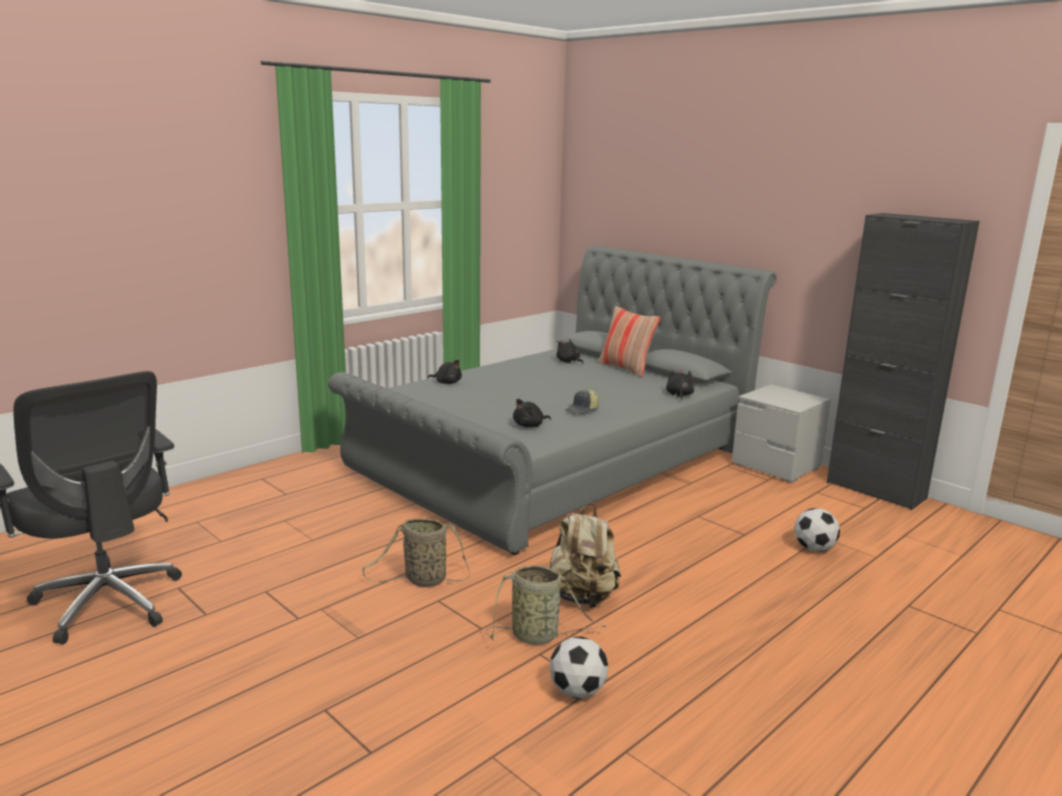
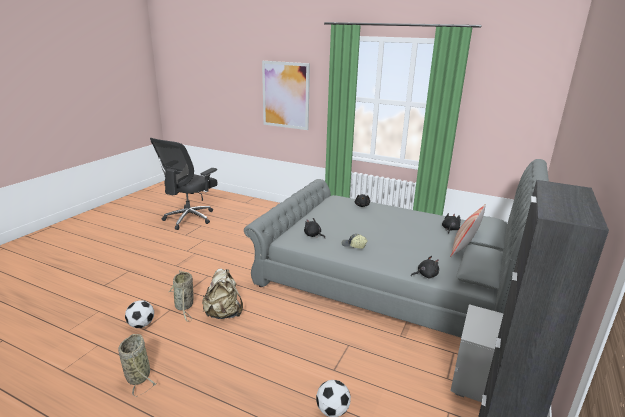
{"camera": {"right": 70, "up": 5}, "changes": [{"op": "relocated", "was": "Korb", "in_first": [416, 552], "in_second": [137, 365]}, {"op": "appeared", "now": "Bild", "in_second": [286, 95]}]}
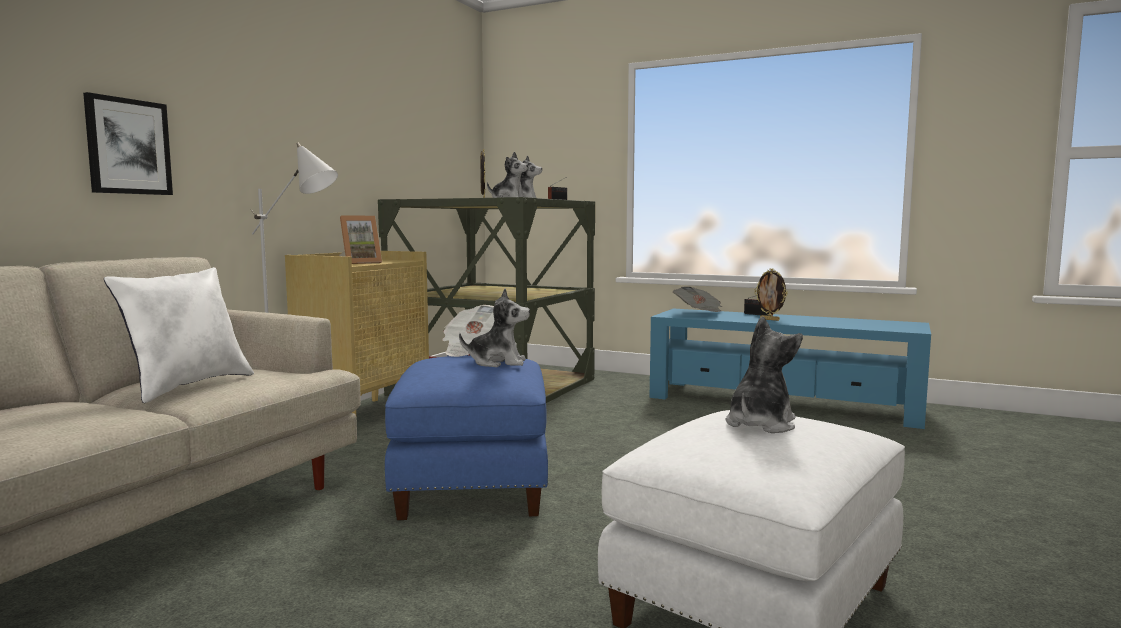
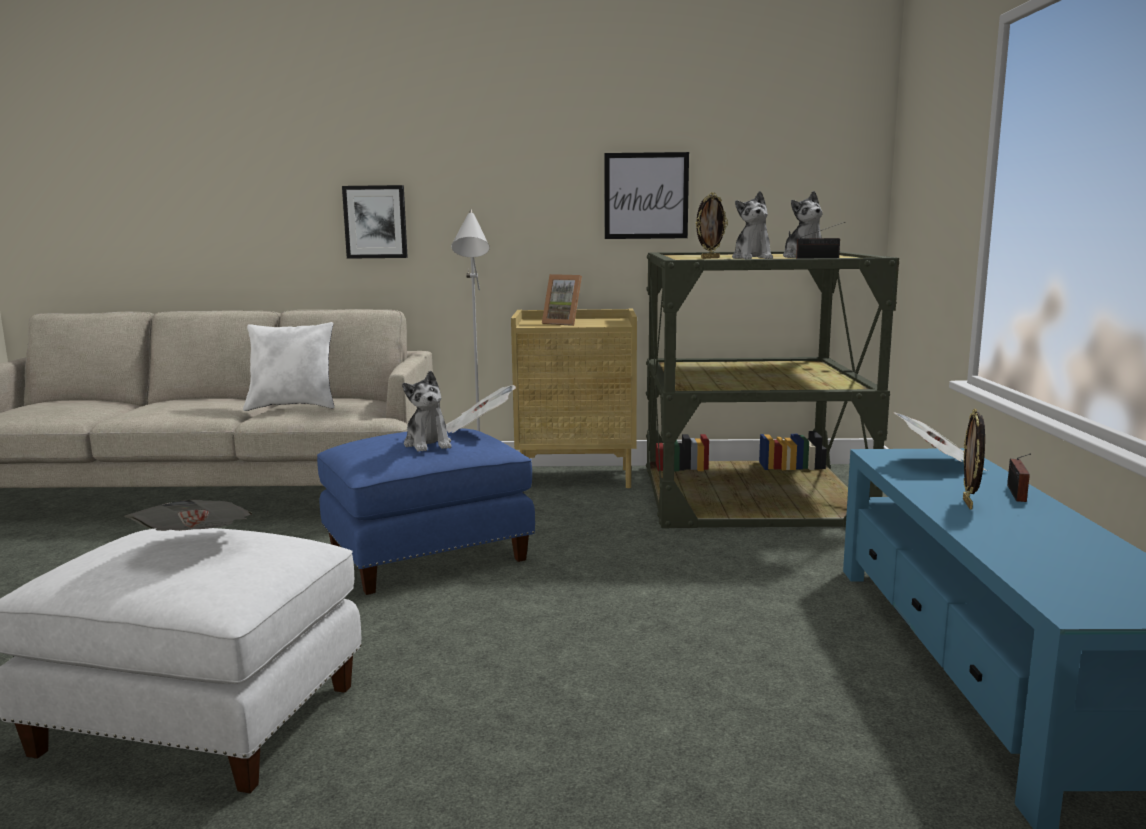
{"camera": {"right": 65, "up": 5}, "changes": [{"op": "exchanged", "was": "Plüschtier", "now": "Zeitung", "in_first": [764, 374], "in_second": [187, 515]}, {"op": "appeared", "now": "Bild", "in_second": [646, 195]}]}
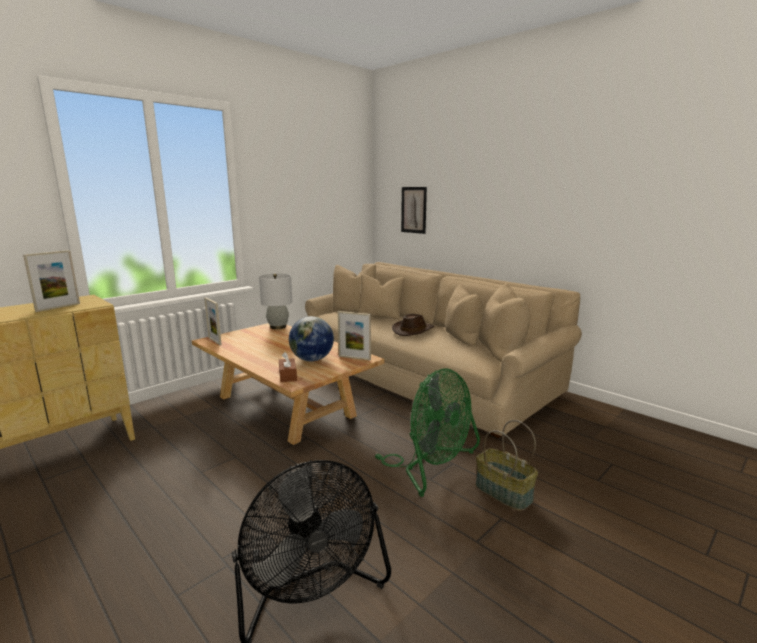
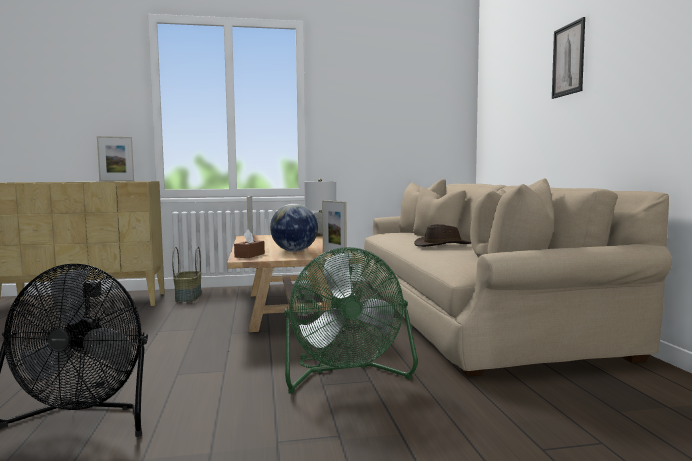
{"camera": {"right": 35, "up": -10}, "changes": [{"op": "relocated", "was": "Bild", "in_first": [414, 210], "in_second": [568, 58]}, {"op": "relocated", "was": "Korb", "in_first": [507, 465], "in_second": [186, 274]}]}
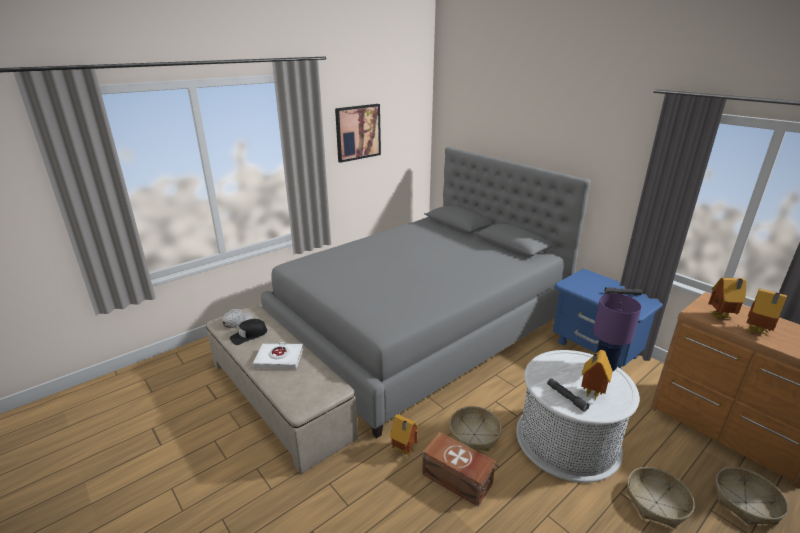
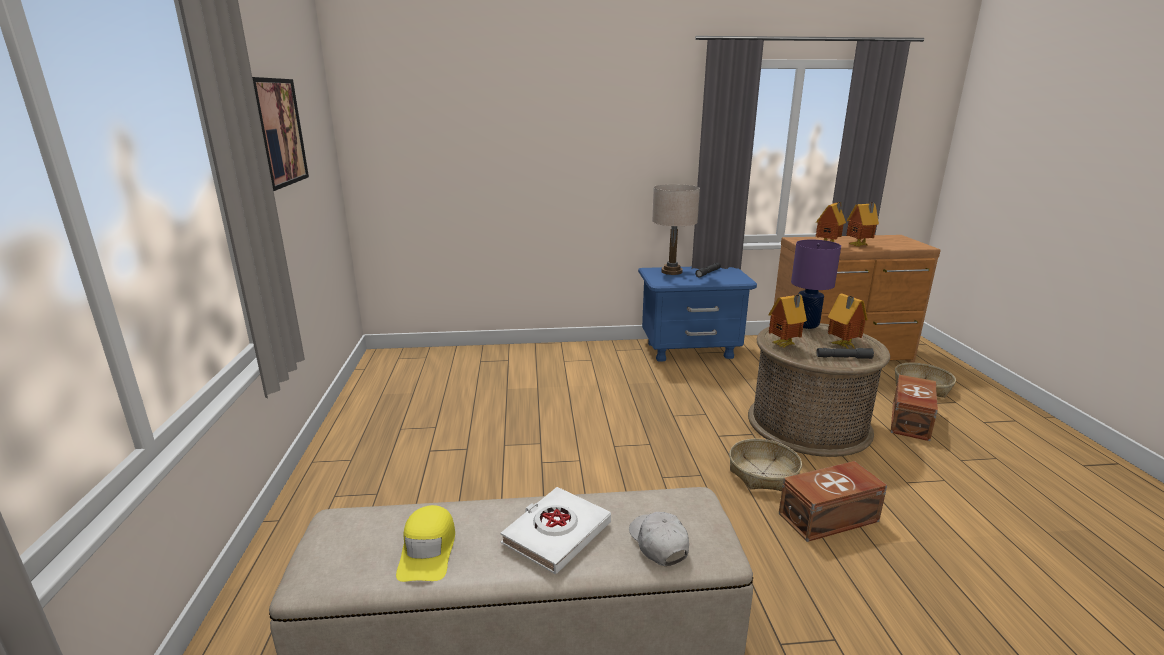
{"camera": {"right": -55, "up": -5}, "changes": [{"op": "relocated", "was": "Kappe [weiß]", "in_first": [237, 318], "in_second": [659, 539]}, {"op": "colour", "was": "Kappe [schwarz]", "now": "Kappe [gelb]", "in_first": [248, 332], "in_second": [425, 543]}, {"op": "missing", "was": "Bett [grau]", "in_first": [426, 292]}, {"op": "relocated", "was": "Spielzeughaus", "in_first": [404, 435], "in_second": [787, 321]}, {"op": "colour", "was": "Couchtisch [weiß]", "now": "Couchtisch [braun]", "in_first": [577, 416], "in_second": [819, 390]}, {"op": "exchanged", "was": "Korb", "now": "Aufbewahrungsbox [braun]", "in_first": [661, 497], "in_second": [914, 408]}, {"op": "appeared", "now": "Tischlampe [beige]", "in_second": [676, 229]}]}
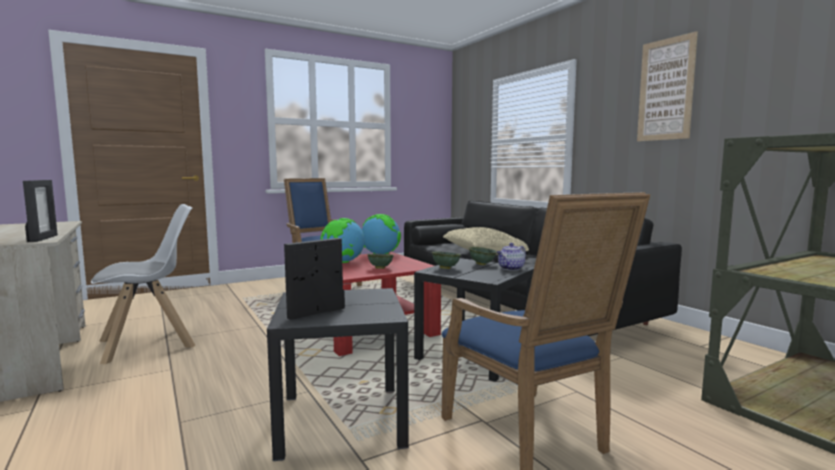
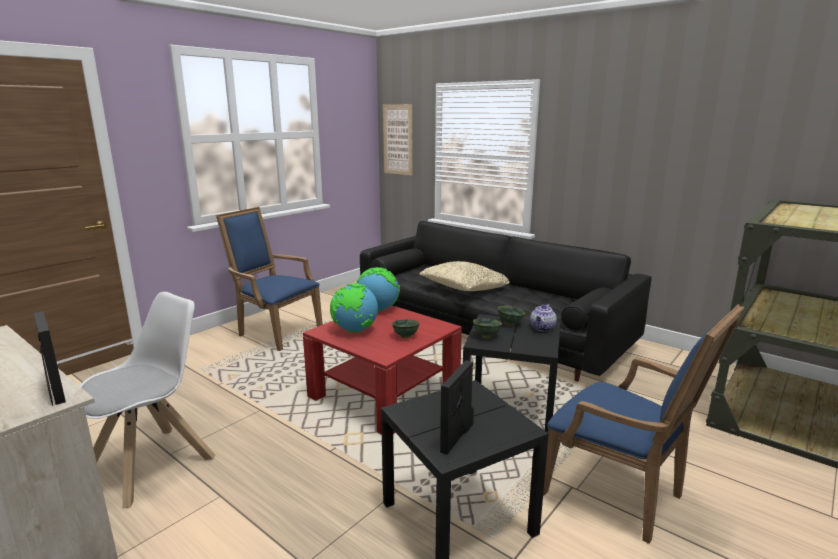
{"camera": {"right": -20, "up": 10}, "changes": [{"op": "relocated", "was": "Bild", "in_first": [667, 86], "in_second": [397, 139]}]}
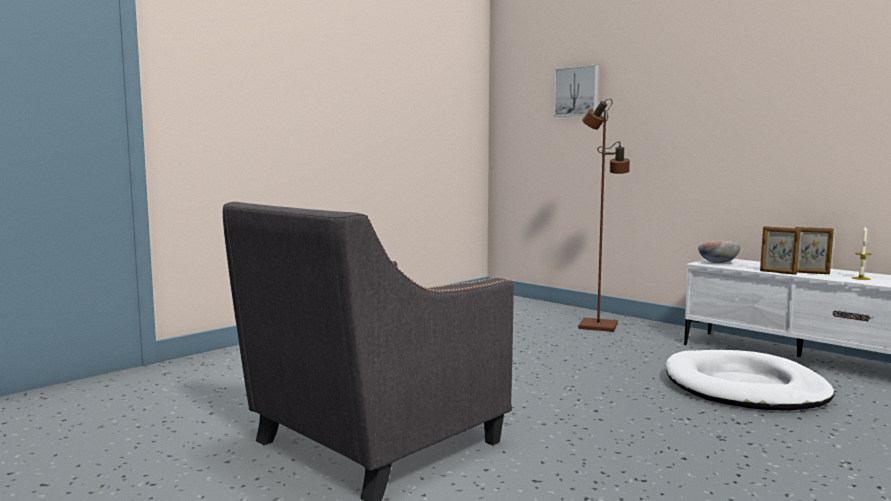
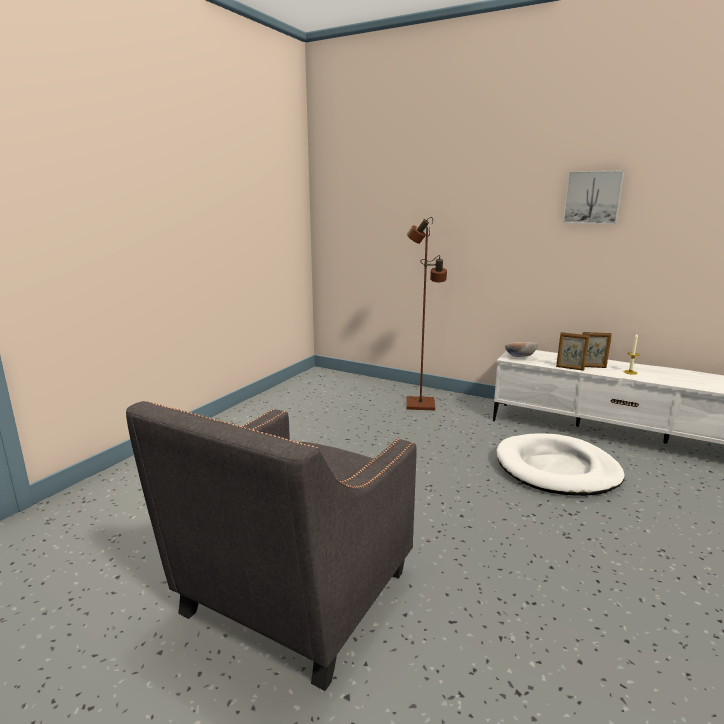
{"camera": {"right": -15, "up": 10}, "changes": [{"op": "relocated", "was": "Bild", "in_first": [576, 90], "in_second": [593, 197]}]}
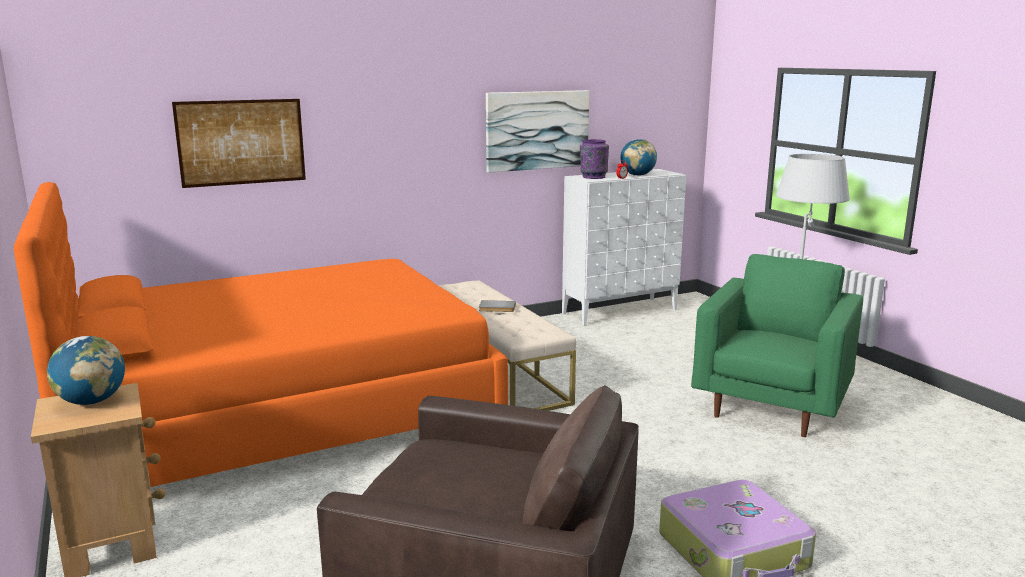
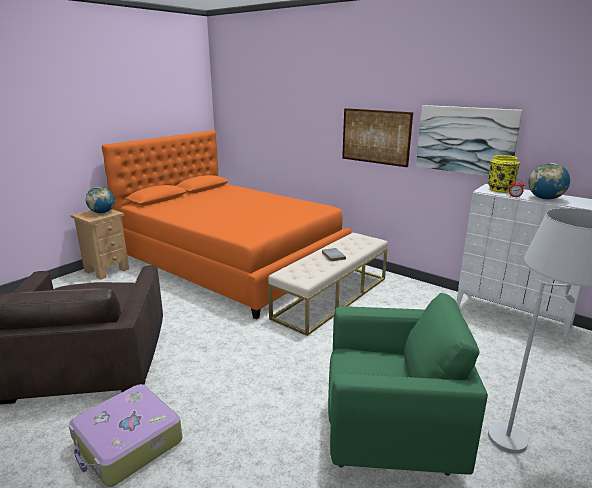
{"camera": {"right": 65, "up": 5}, "changes": [{"op": "relocated", "was": "Bild", "in_first": [239, 143], "in_second": [377, 137]}, {"op": "colour", "was": "Vase [lila]", "now": "Vase [gelb]", "in_first": [594, 159], "in_second": [504, 174]}]}
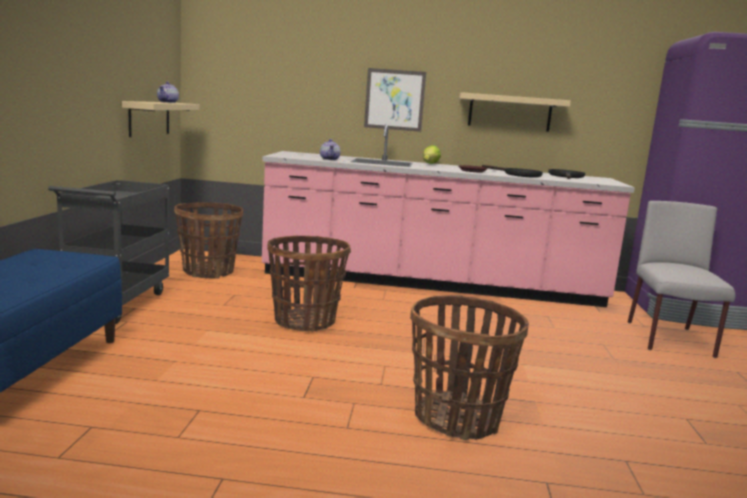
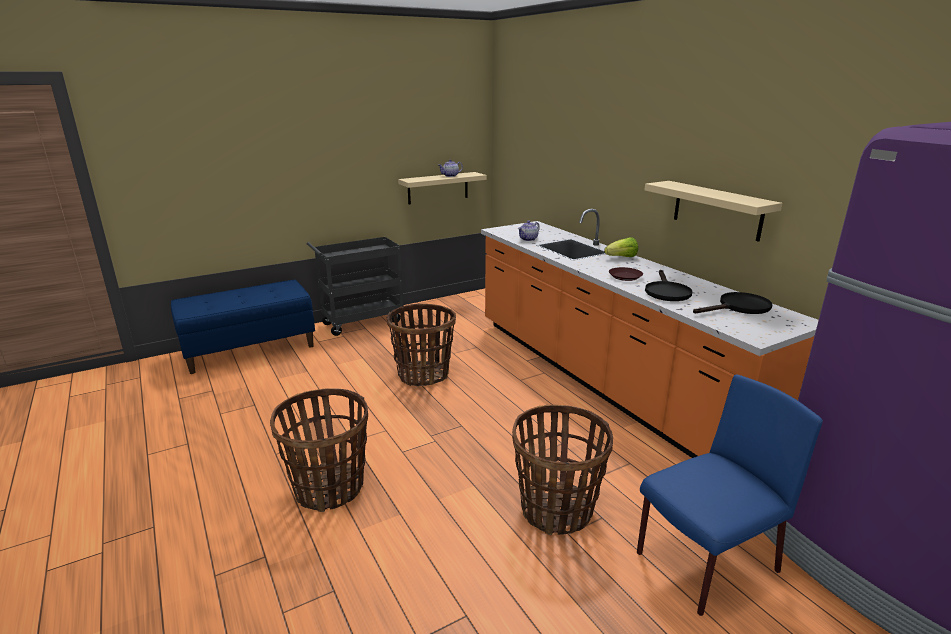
{"camera": {"right": 55, "up": 10}, "changes": [{"op": "relocated", "was": "Korb", "in_first": [208, 240], "in_second": [562, 470]}, {"op": "colour", "was": "Küchenzeile [rosa]", "now": "Küchenzeile [orange]", "in_first": [448, 215], "in_second": [650, 333]}, {"op": "missing", "was": "Bild", "in_first": [395, 100]}, {"op": "colour", "was": "Stuhl [grau]", "now": "Stuhl [blau]", "in_first": [681, 279], "in_second": [730, 495]}]}
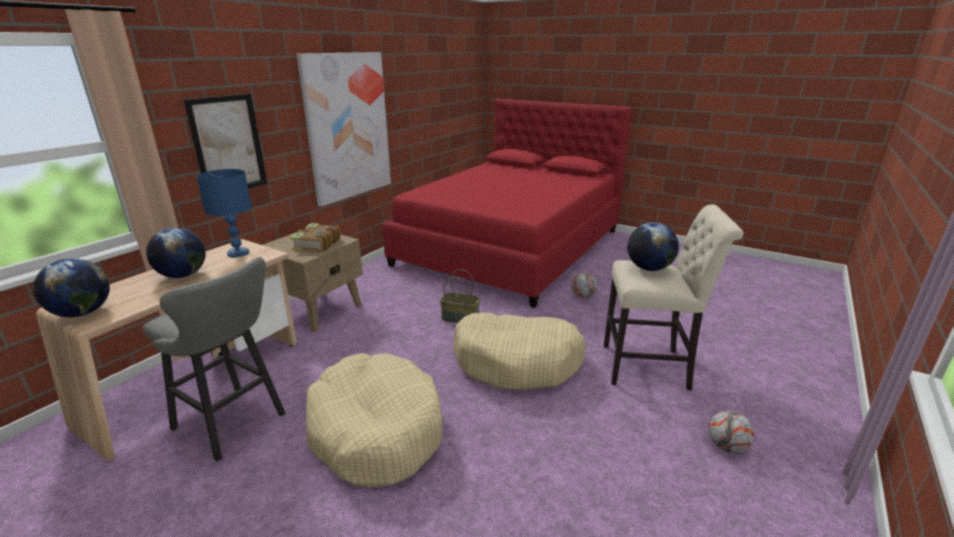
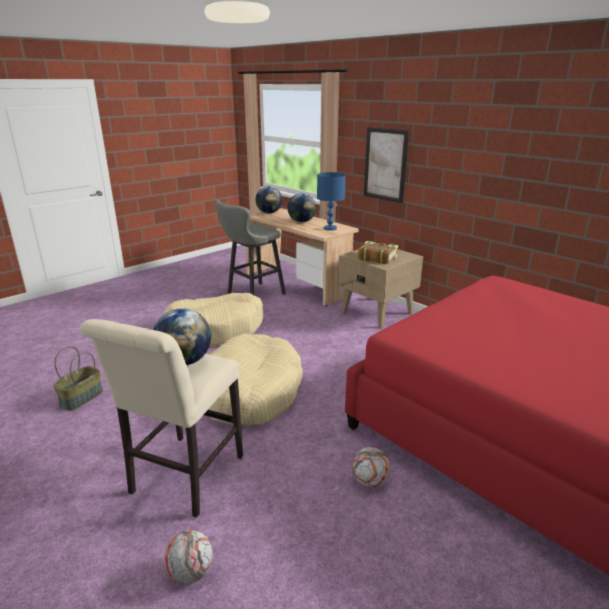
{"camera": {"right": 105, "up": 0}, "changes": [{"op": "missing", "was": "Bild", "in_first": [343, 129]}, {"op": "relocated", "was": "Korb", "in_first": [460, 296], "in_second": [78, 378]}, {"op": "relocated", "was": "Fußball", "in_first": [731, 431], "in_second": [188, 557]}]}
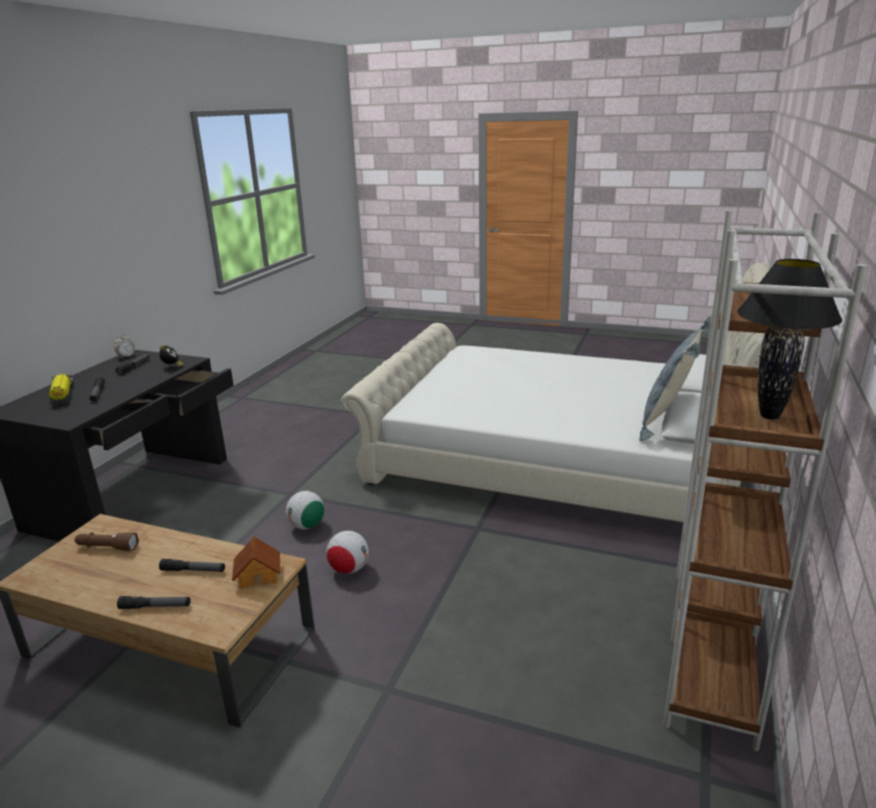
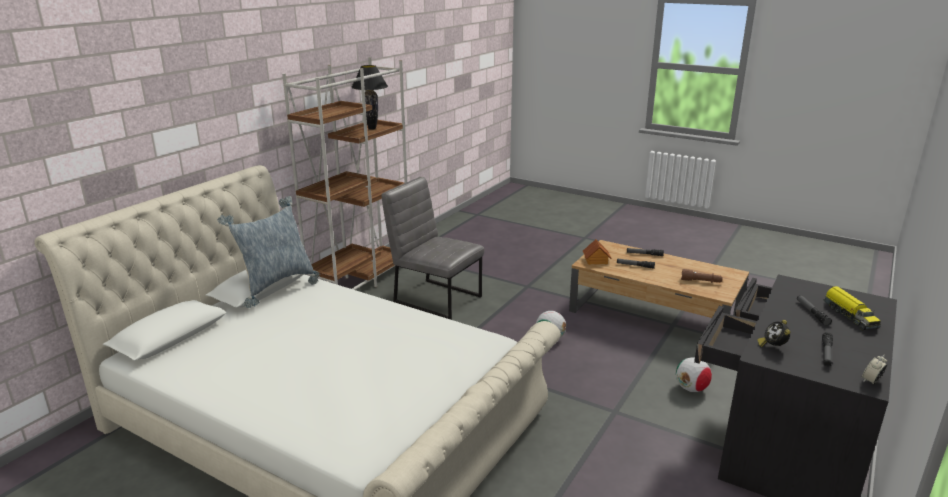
{"camera": {"right": -170, "up": 0}, "changes": [{"op": "relocated", "was": "Fußball", "in_first": [305, 510], "in_second": [694, 374]}, {"op": "appeared", "now": "Stuhl [grau]", "in_second": [432, 248]}]}
